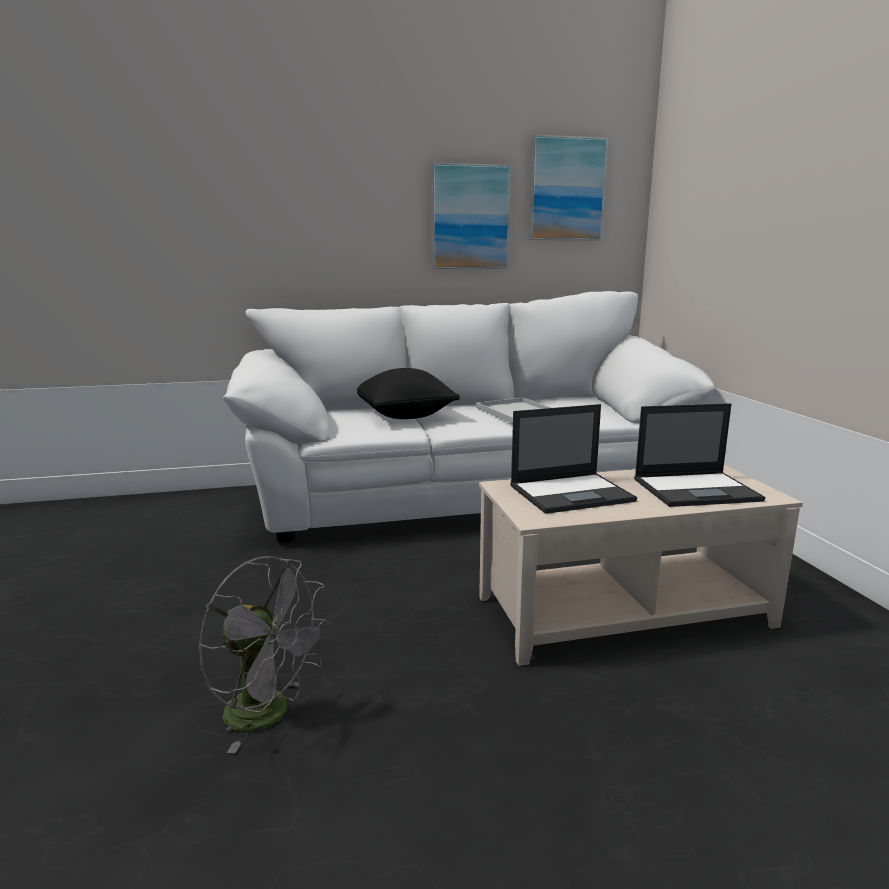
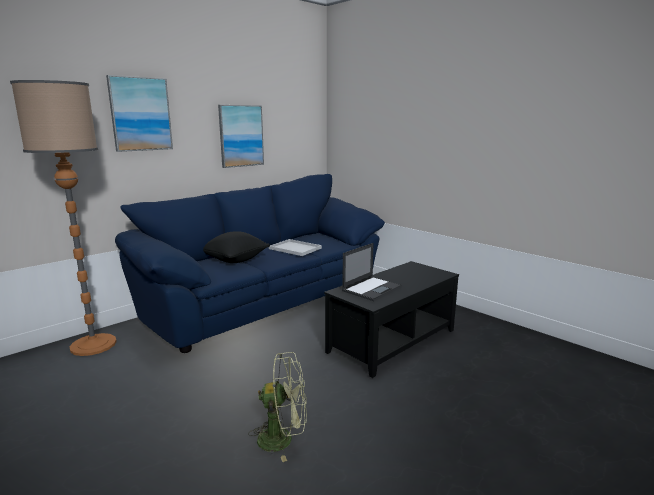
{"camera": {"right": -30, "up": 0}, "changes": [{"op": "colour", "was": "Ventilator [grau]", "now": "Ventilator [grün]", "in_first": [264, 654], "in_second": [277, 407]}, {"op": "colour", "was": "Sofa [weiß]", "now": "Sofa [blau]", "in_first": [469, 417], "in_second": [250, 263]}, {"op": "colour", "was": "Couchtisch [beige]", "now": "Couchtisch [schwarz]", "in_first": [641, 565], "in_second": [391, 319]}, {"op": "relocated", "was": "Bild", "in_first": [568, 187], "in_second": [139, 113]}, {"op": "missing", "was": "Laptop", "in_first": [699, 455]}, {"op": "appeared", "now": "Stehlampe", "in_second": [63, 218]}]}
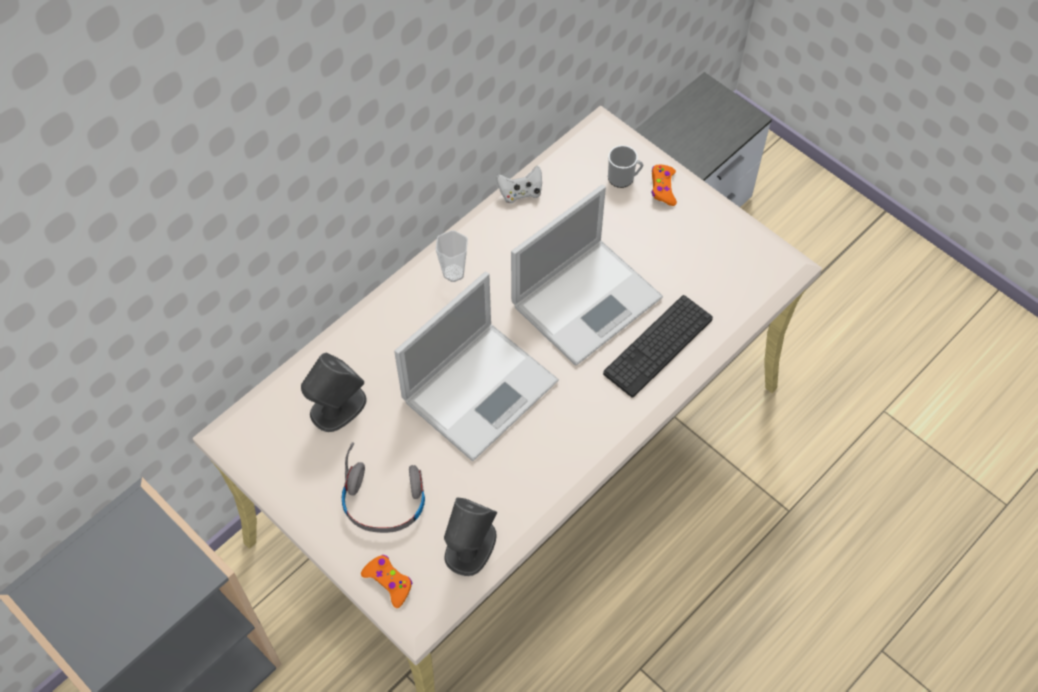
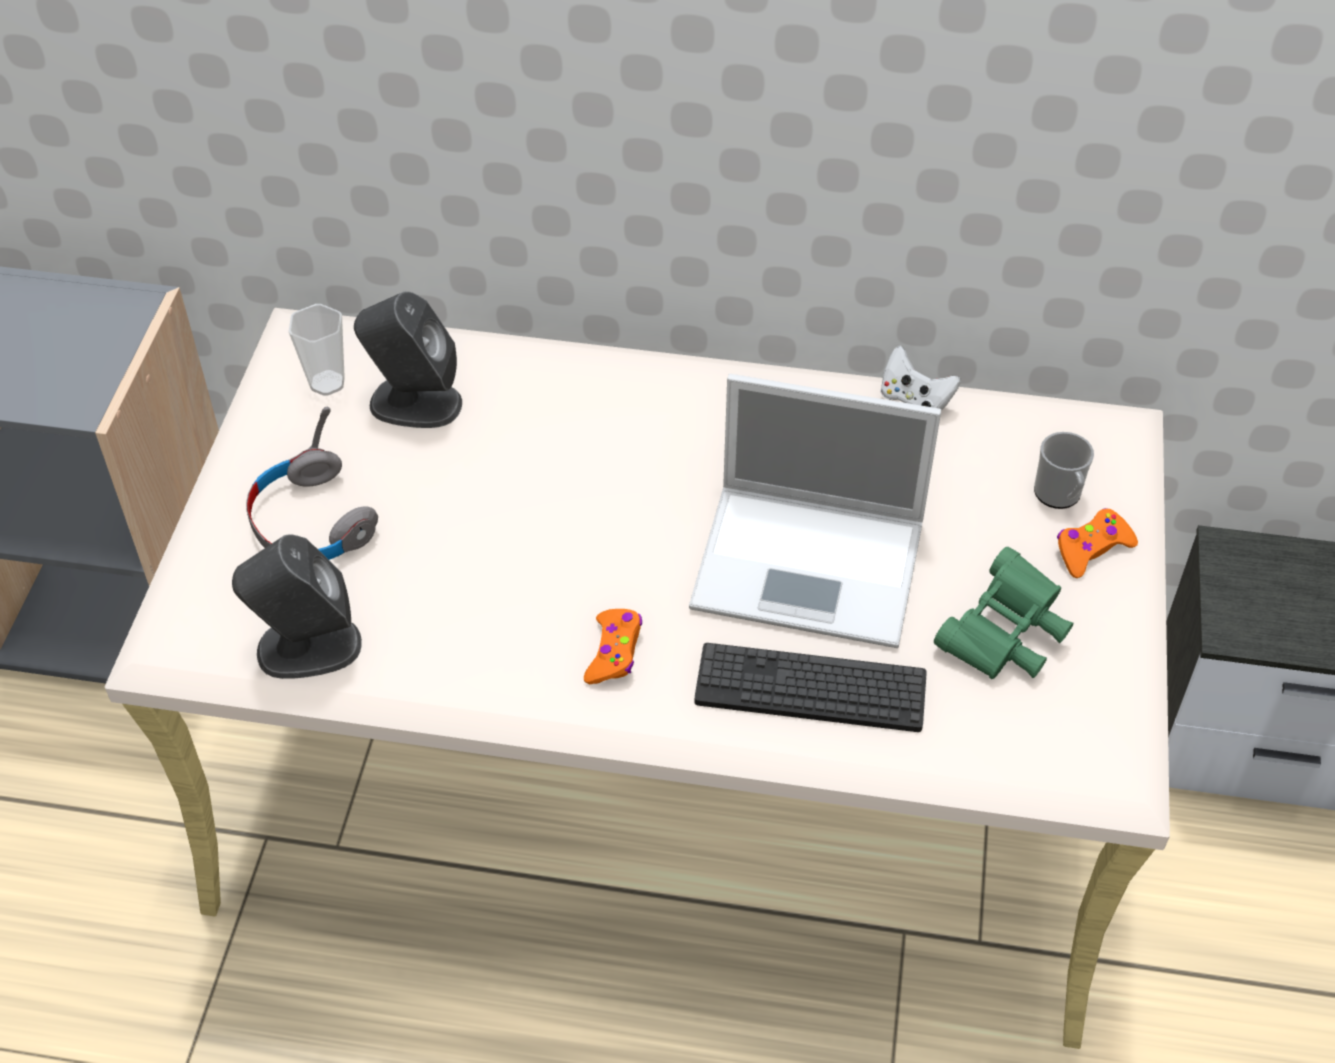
{"camera": {"right": 55, "up": -10}, "changes": [{"op": "relocated", "was": "Gamepad [orange]", "in_first": [386, 581], "in_second": [613, 646]}, {"op": "missing", "was": "Laptop", "in_first": [476, 366]}, {"op": "relocated", "was": "Tasse", "in_first": [451, 256], "in_second": [316, 350]}, {"op": "appeared", "now": "Fernglas [grün]", "in_second": [1003, 613]}]}
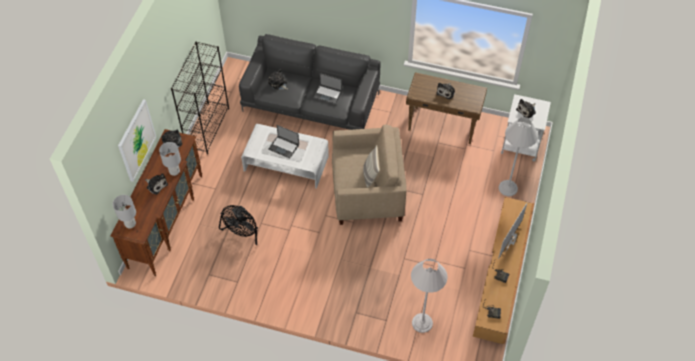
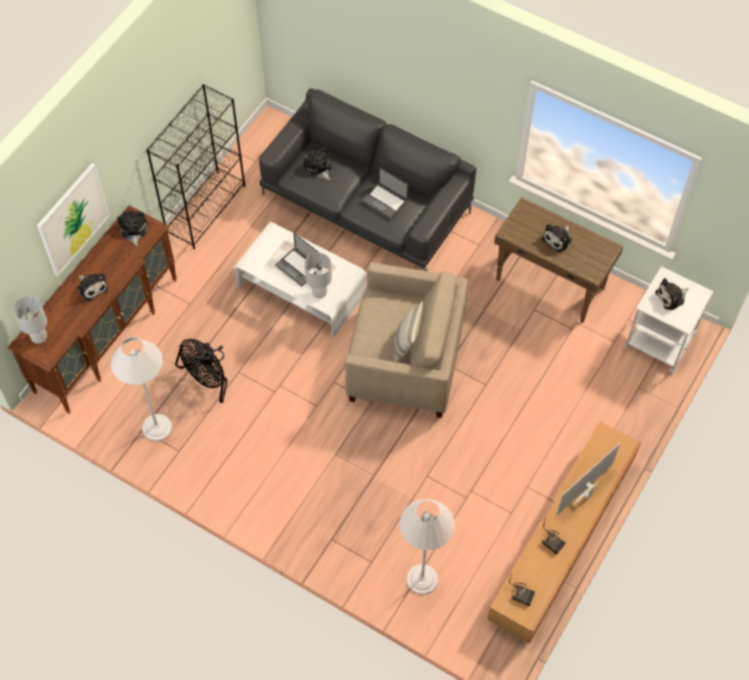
{"camera": {"right": 15, "up": 5}, "changes": [{"op": "relocated", "was": "Tischlampe [grau]", "in_first": [170, 159], "in_second": [318, 275]}, {"op": "relocated", "was": "Stehlampe [weiß]", "in_first": [518, 156], "in_second": [141, 389]}]}
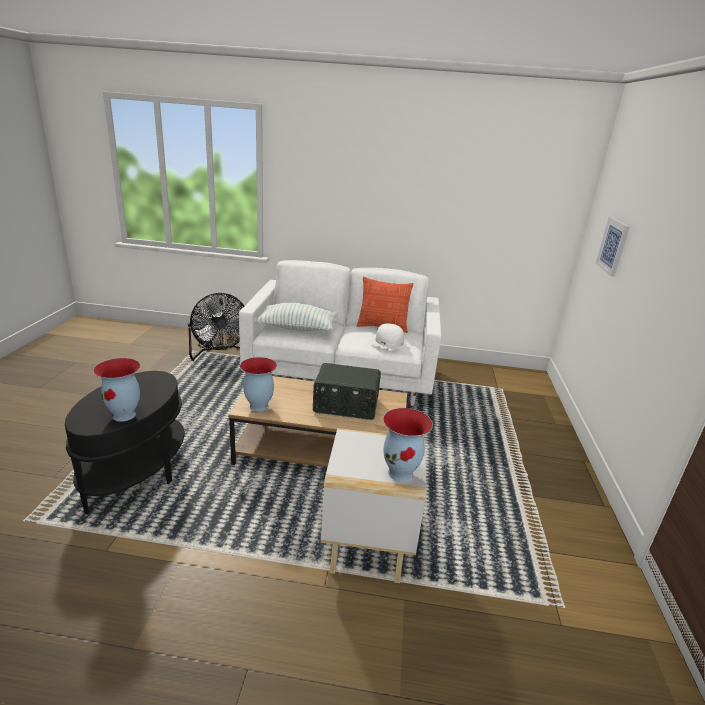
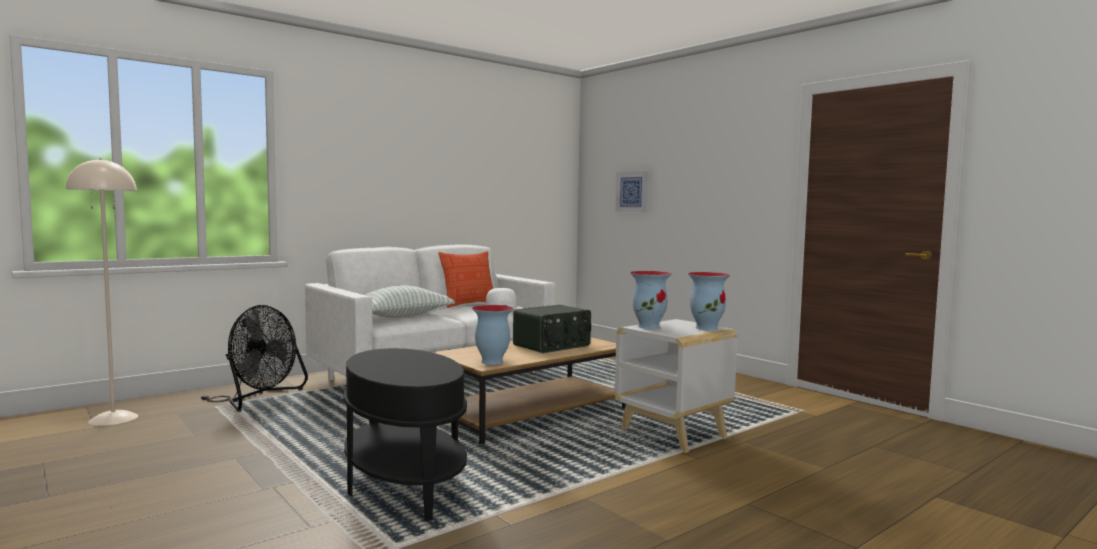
{"camera": {"right": -45, "up": -20}, "changes": [{"op": "relocated", "was": "Vase", "in_first": [116, 390], "in_second": [651, 300]}, {"op": "appeared", "now": "Stehlampe [beige]", "in_second": [102, 292]}]}
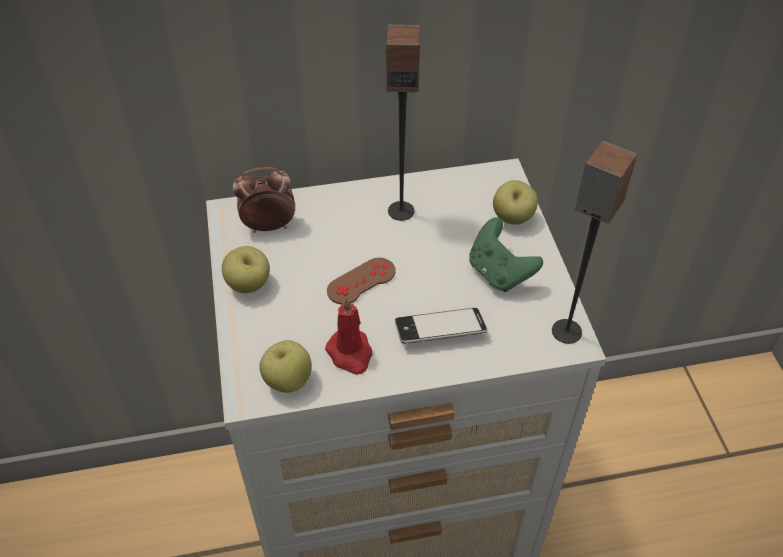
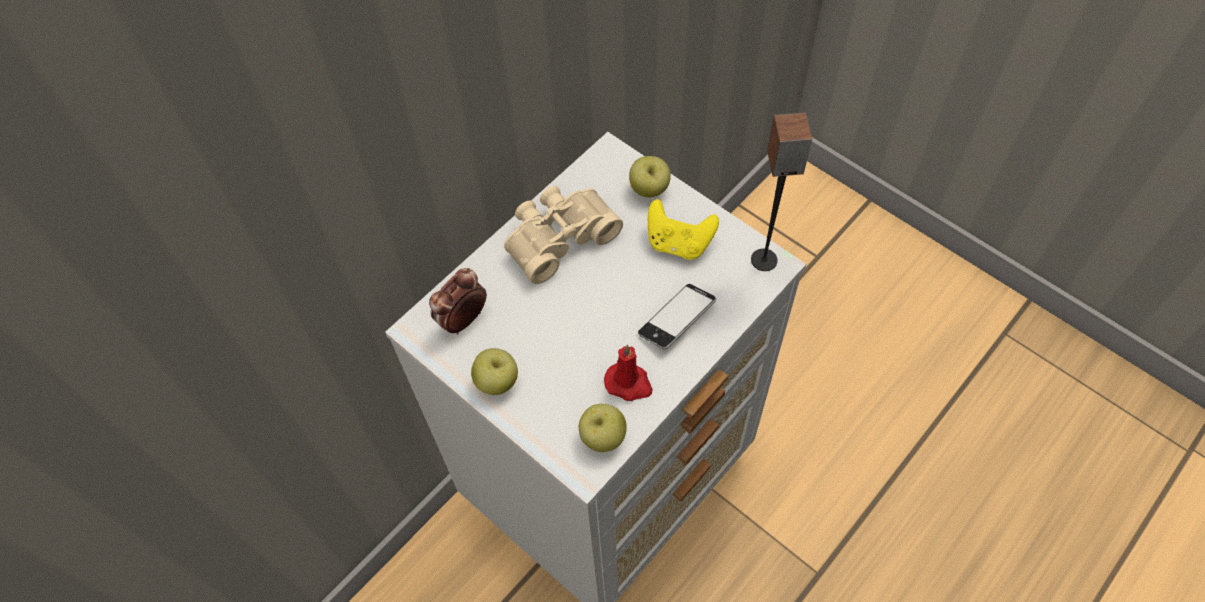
{"camera": {"right": -35, "up": 10}, "changes": [{"op": "missing", "was": "Gamepad [braun]", "in_first": [361, 281]}, {"op": "exchanged", "was": "Lautsprecher", "now": "Fernglas [beige]", "in_first": [403, 123], "in_second": [563, 235]}, {"op": "colour", "was": "Gamepad [grün]", "now": "Gamepad [gelb]", "in_first": [506, 254], "in_second": [683, 229]}]}
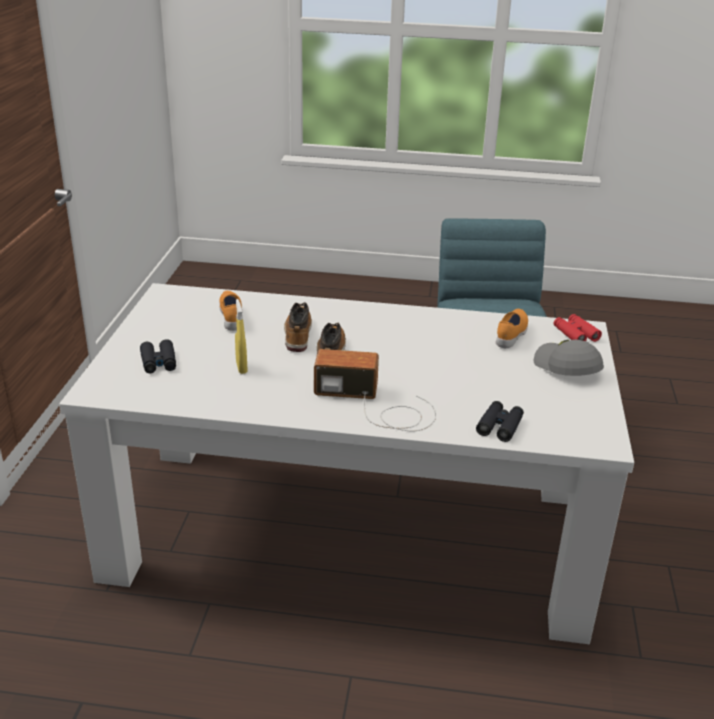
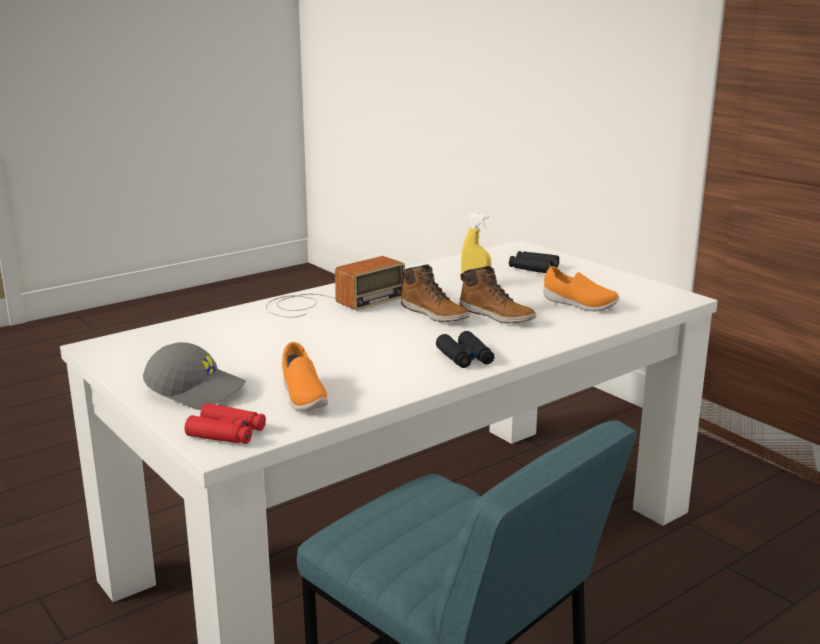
{"camera": {"right": 135, "up": -10}, "changes": [{"op": "relocated", "was": "Fernglas [schwarz]", "in_first": [500, 421], "in_second": [465, 349]}]}
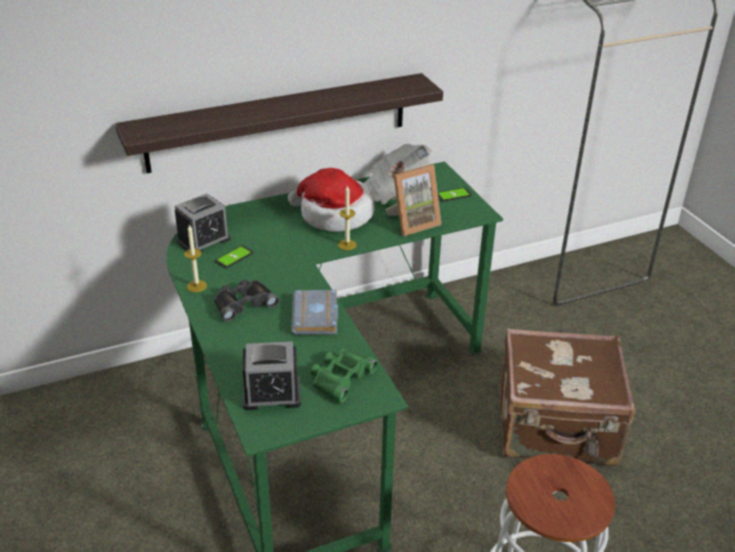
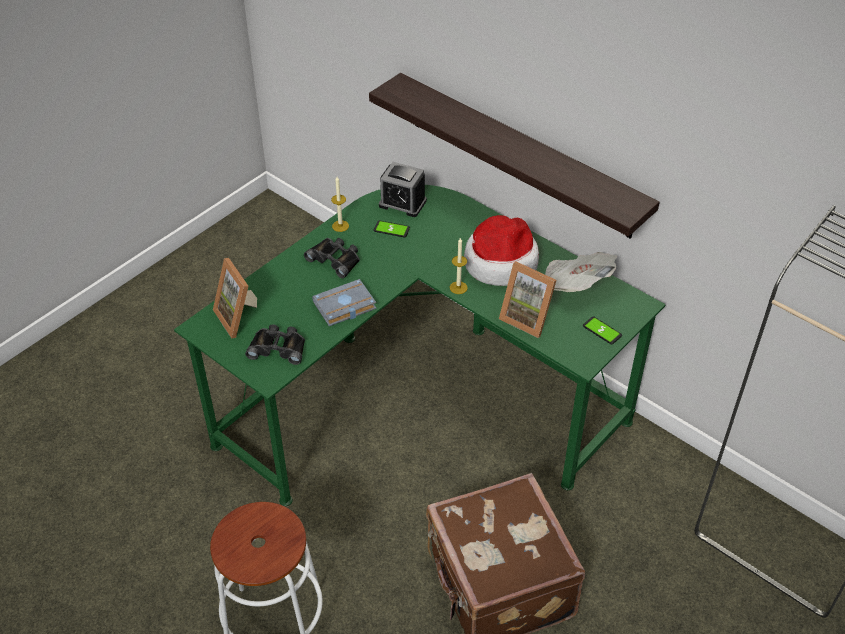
{"camera": {"right": 65, "up": 10}, "changes": [{"op": "exchanged", "was": "Wecker", "now": "Bilderrahmen", "in_first": [271, 375], "in_second": [235, 298]}, {"op": "colour", "was": "Fernglas [grün]", "now": "Fernglas [schwarz]", "in_first": [344, 376], "in_second": [275, 344]}]}
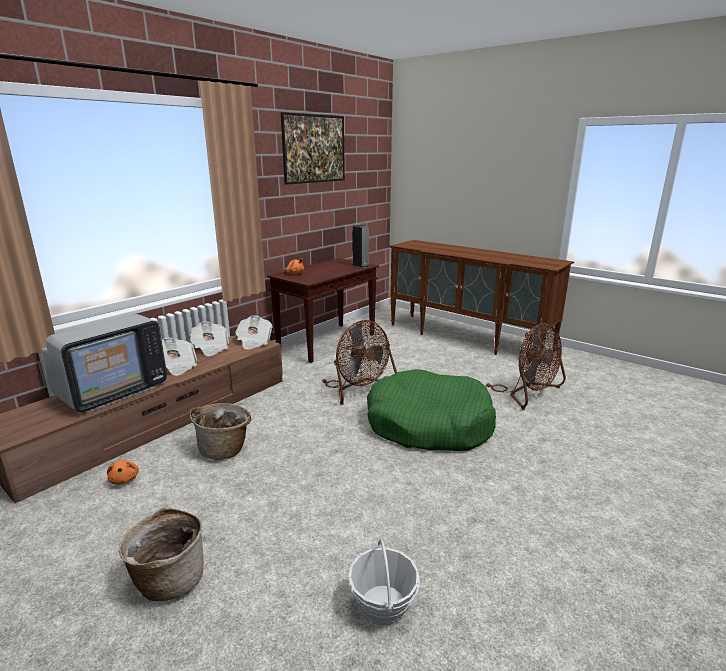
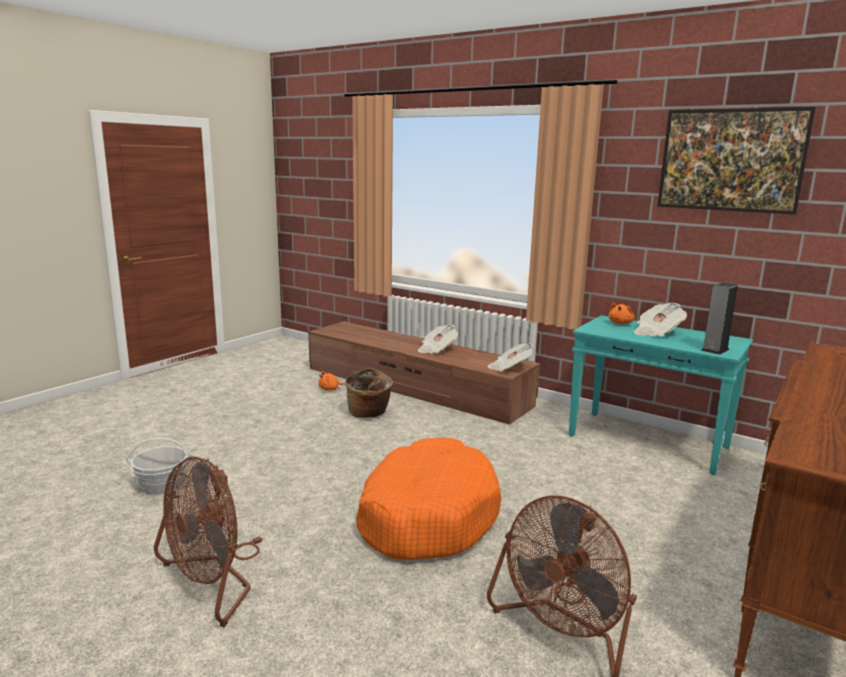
{"camera": {"right": 85, "up": -5}, "changes": [{"op": "missing", "was": "Fernseher", "in_first": [104, 363]}, {"op": "missing", "was": "Korb", "in_first": [161, 554]}, {"op": "relocated", "was": "Zeitung", "in_first": [209, 338], "in_second": [660, 320]}, {"op": "colour", "was": "Konsolentisch [braun]", "now": "Konsolentisch [türkis]", "in_first": [323, 310], "in_second": [661, 395]}, {"op": "relocated", "was": "Ventilator [braun]", "in_first": [359, 362], "in_second": [209, 542]}, {"op": "colour", "was": "Hundebett [grün]", "now": "Hundebett [orange]", "in_first": [431, 410], "in_second": [428, 499]}]}
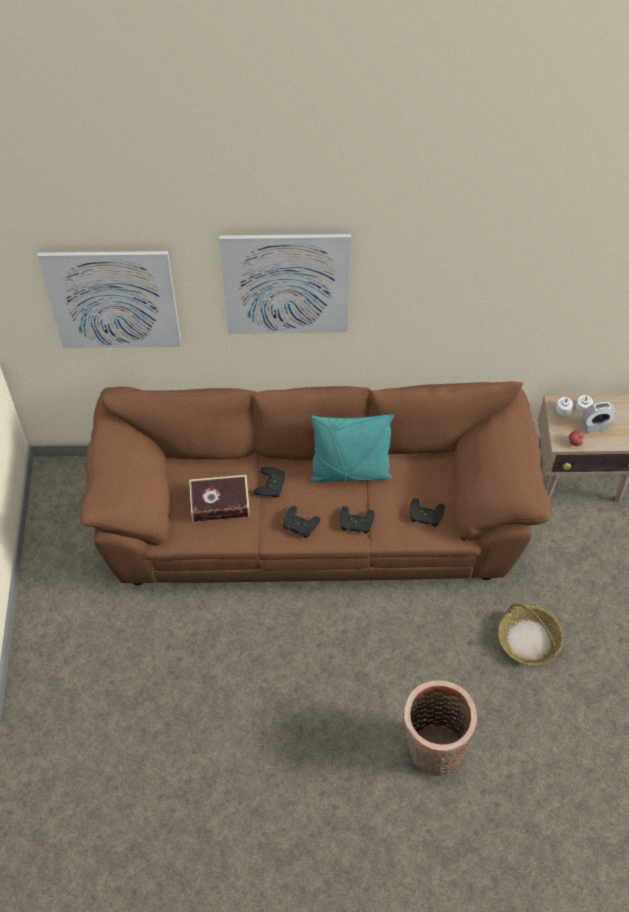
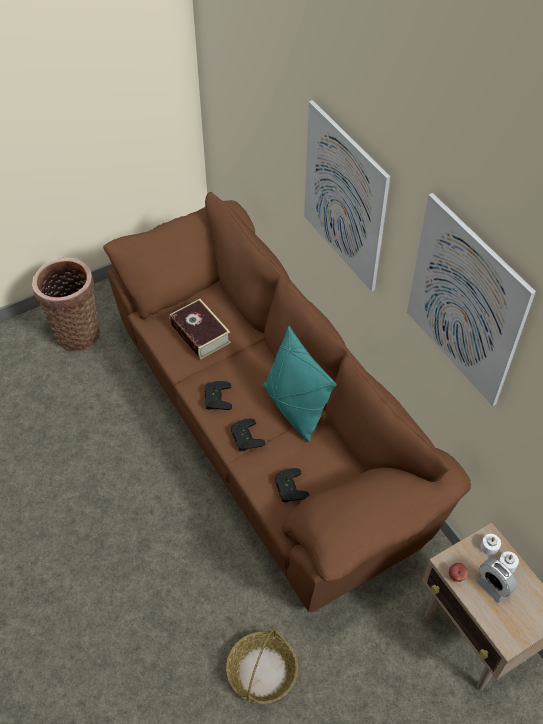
{"camera": {"right": 60, "up": -5}, "changes": [{"op": "relocated", "was": "Bild", "in_first": [109, 299], "in_second": [471, 299]}, {"op": "missing", "was": "Gamepad [schwarz]", "in_first": [269, 482]}, {"op": "relocated", "was": "Korb", "in_first": [440, 728], "in_second": [66, 305]}]}
